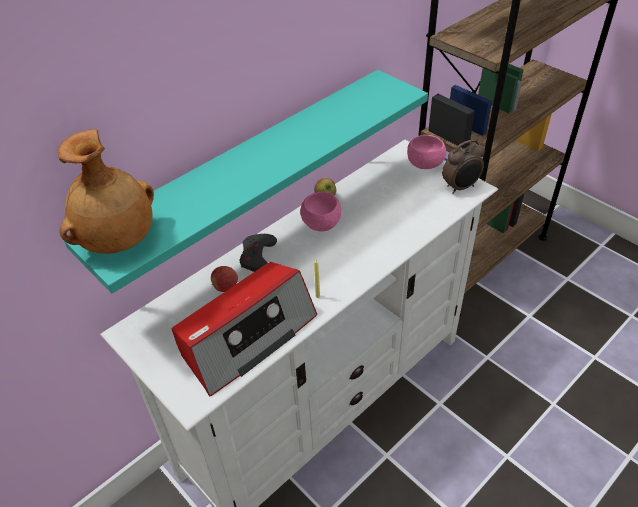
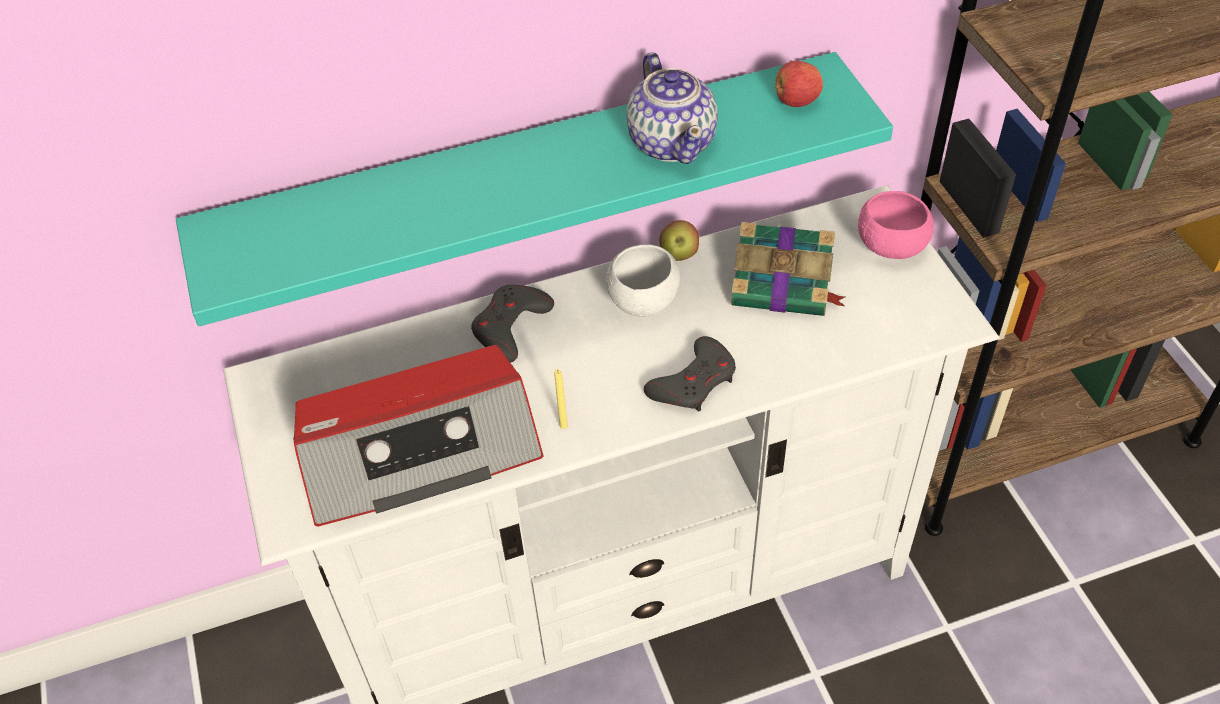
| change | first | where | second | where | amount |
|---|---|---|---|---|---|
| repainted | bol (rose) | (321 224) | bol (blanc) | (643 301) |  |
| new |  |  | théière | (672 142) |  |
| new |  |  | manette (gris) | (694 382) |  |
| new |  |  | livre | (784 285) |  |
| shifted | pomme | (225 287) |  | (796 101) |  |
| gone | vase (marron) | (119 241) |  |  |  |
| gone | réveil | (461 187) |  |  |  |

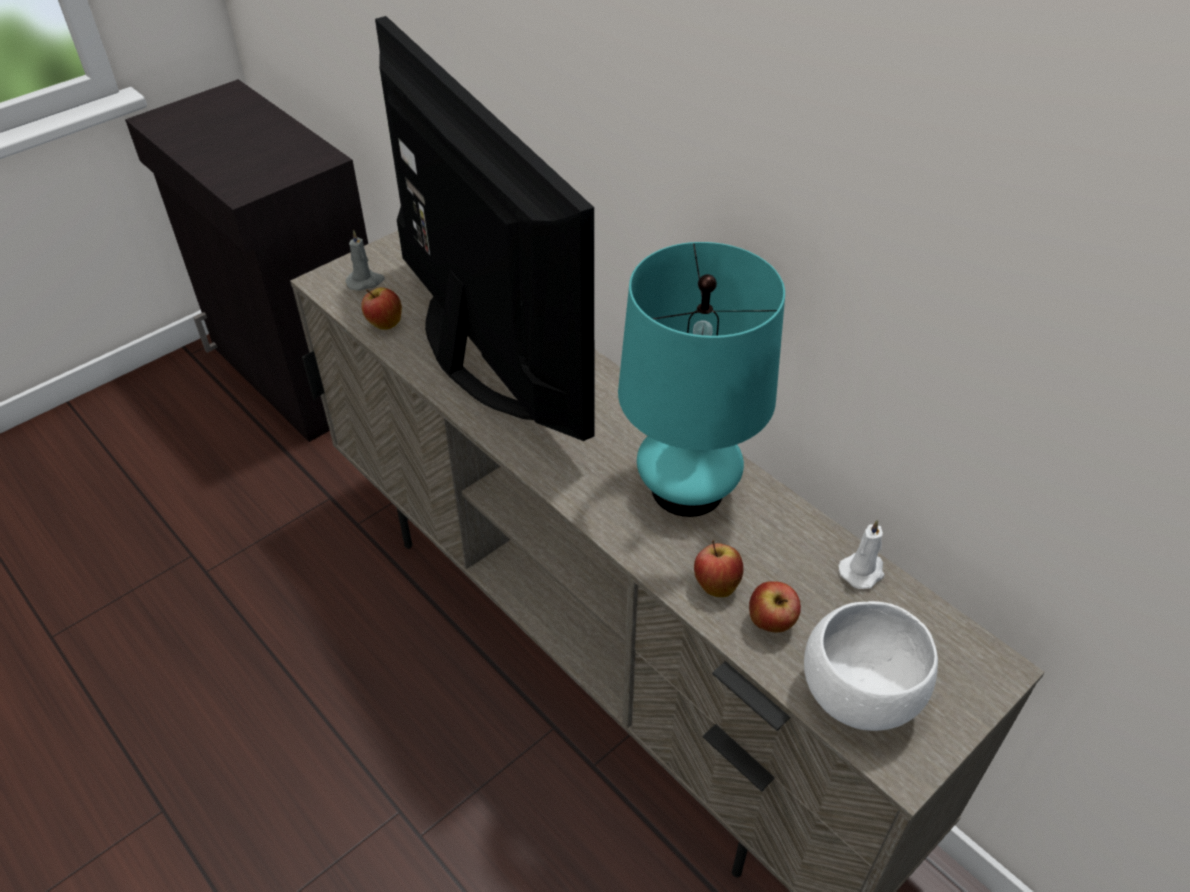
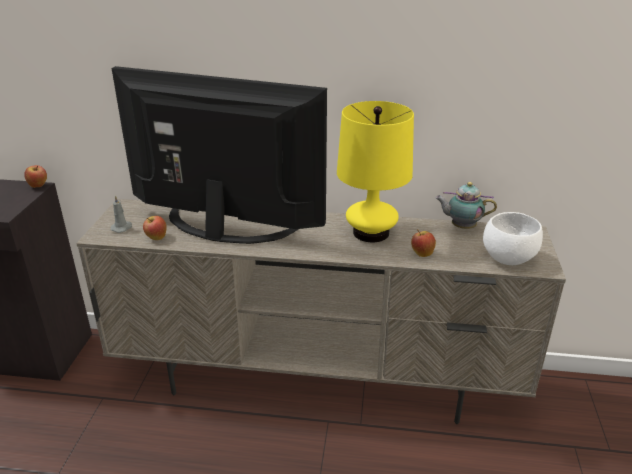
| change | first | where | second | where | amount |
|---|---|---|---|---|---|
| shifted | pomme | (771 623) |  | (38 186) |  |
| repainted | lampe de table (turquoise) | (687 489) | lampe de table (jaune) | (371 233) |  |
| swapped | bougie (blanc) | (863 571) | théière | (461 227) |  |

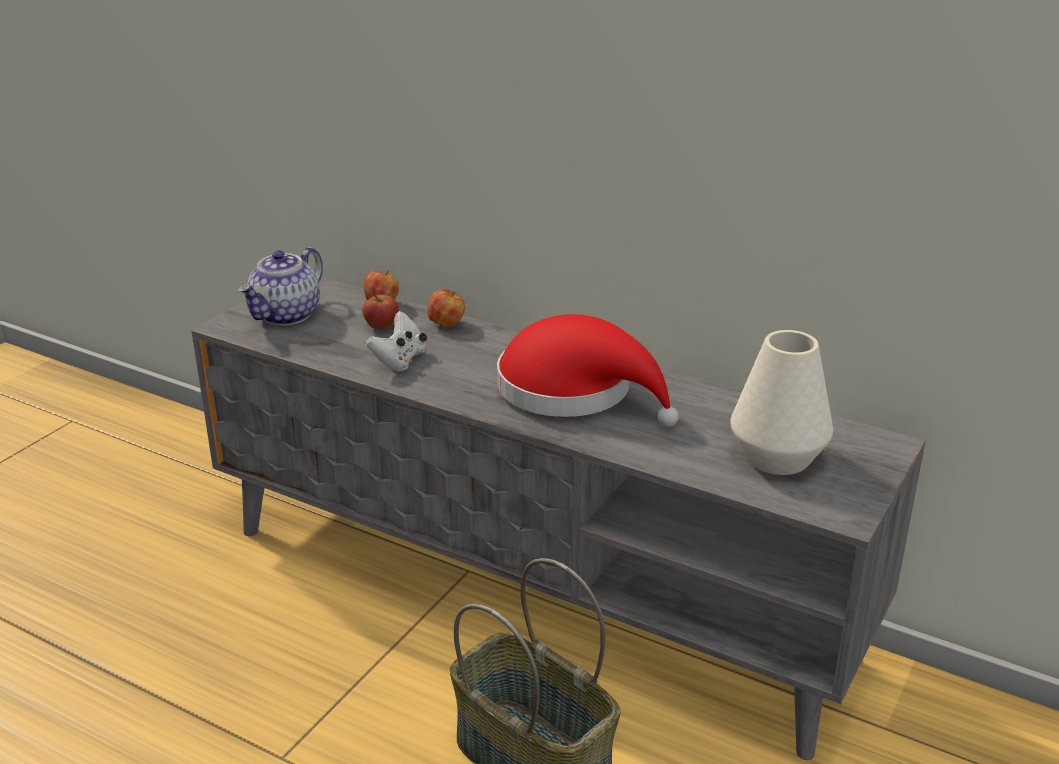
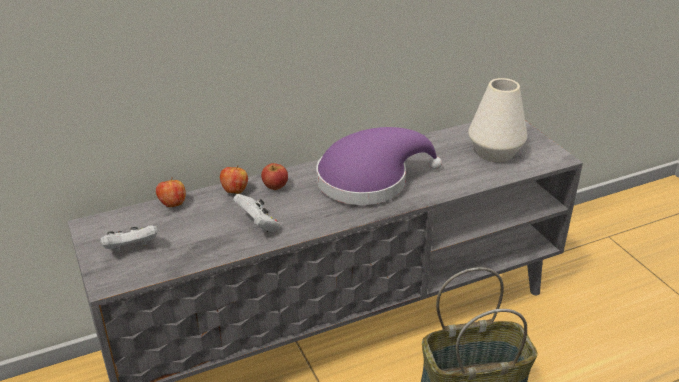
| change | first | where | second | where | amount |
|---|---|---|---|---|---|
| swapped | théière | (286 315) | manette (blanc) | (131 249) |  |
| shifted | pomme | (381 327) |  | (275 186) |  |
| repainted | chapeau (rouge) | (575 391) | chapeau (violet) | (369 180) |  |

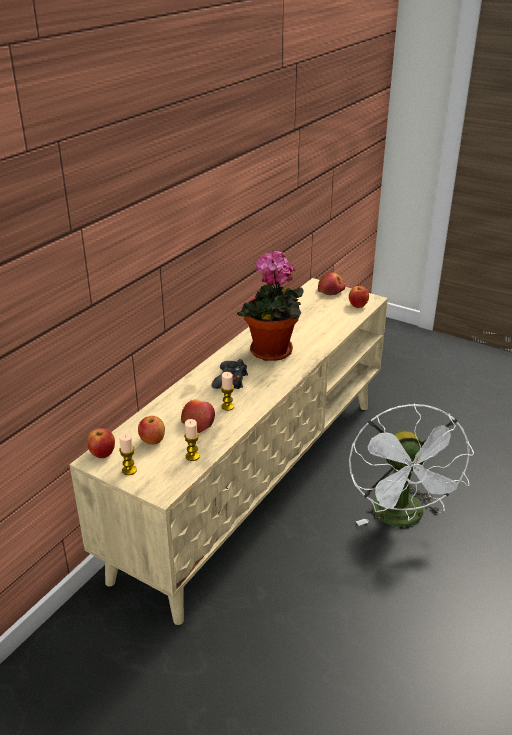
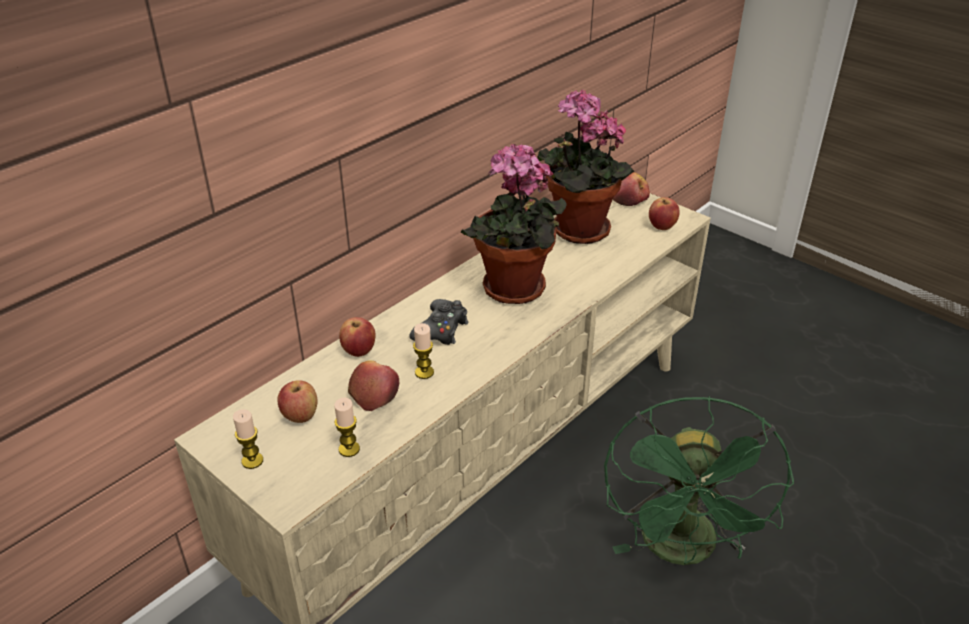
| change | first | where | second | where | amount |
|---|---|---|---|---|---|
| shifted | pomme | (102 454) |  | (359 351) |  |
| new |  |  | plante en pot | (576 231) |  |
| repainted | ventilateur (blanc) | (402 518) | ventilateur (vert) | (682 551) |  |

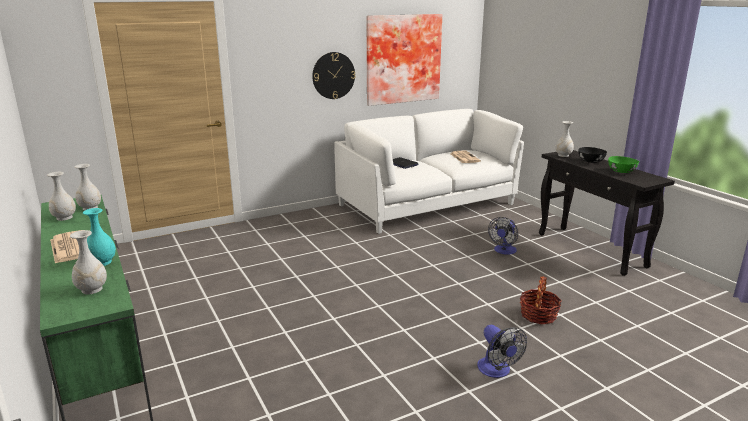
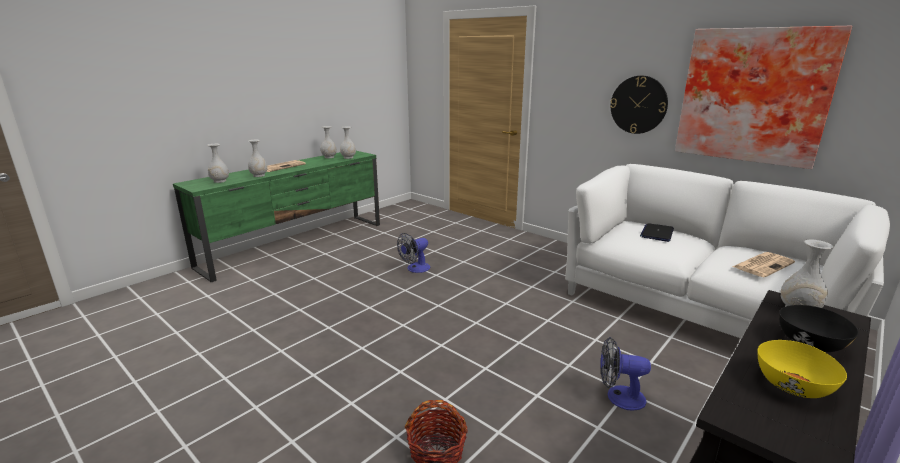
| change | first | where | second | where | amount |
|---|---|---|---|---|---|
| repainted | vase (turquoise) | (102 262) | vase (blanc) | (259 175) |  |
| shifted | ventilateur | (497 371) |  | (415 269) |  |
| repainted | bol (vert) | (621 171) | bol (jaune) | (792 385) |  |

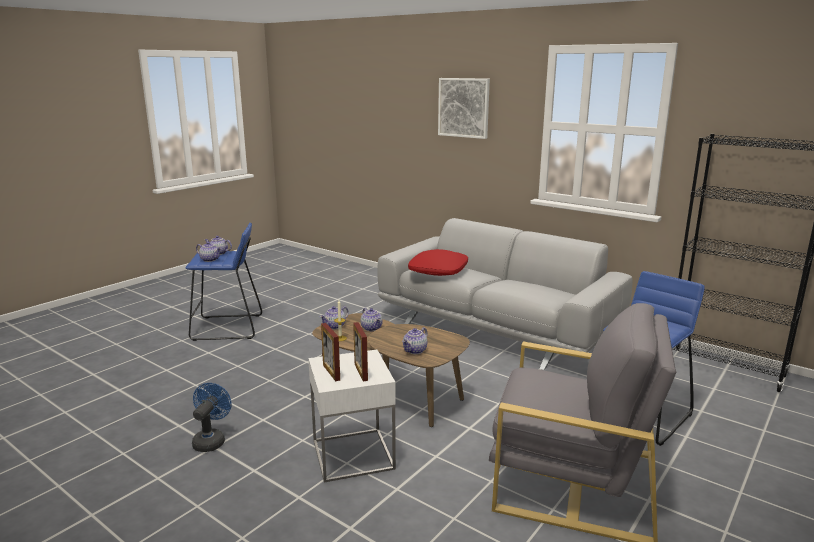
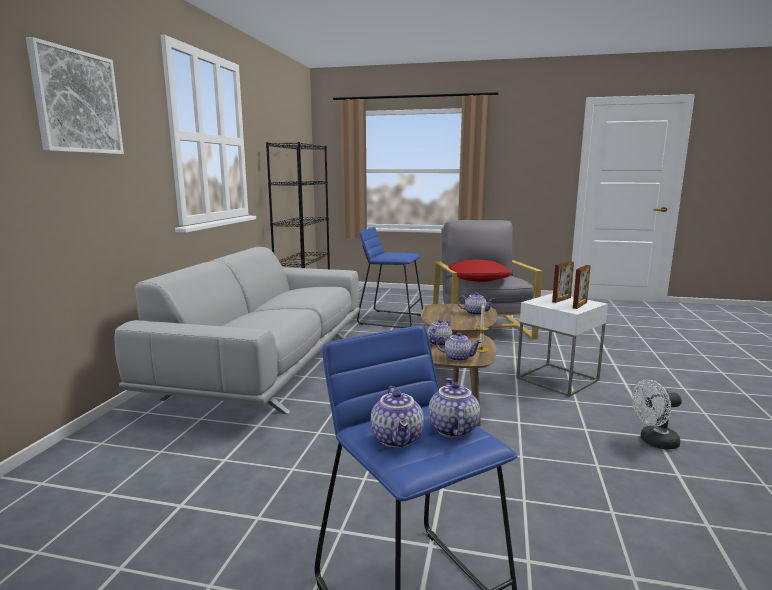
| change | first | where | second | where | amount |
|---|---|---|---|---|---|
| shifted | coussin (rouge) | (438 270) |  | (478 278) |  |
| repainted | ventilateur (bleu) | (211 440) | ventilateur (blanc) | (654 442) |  |

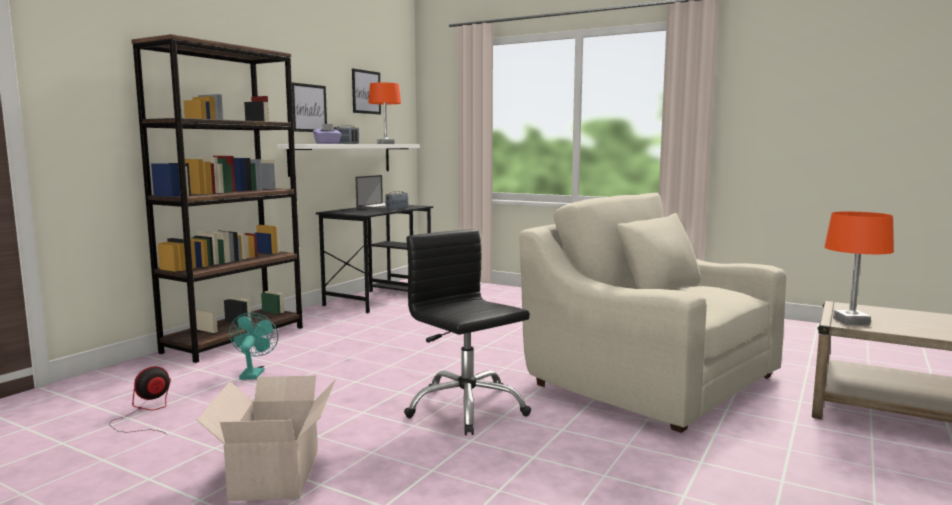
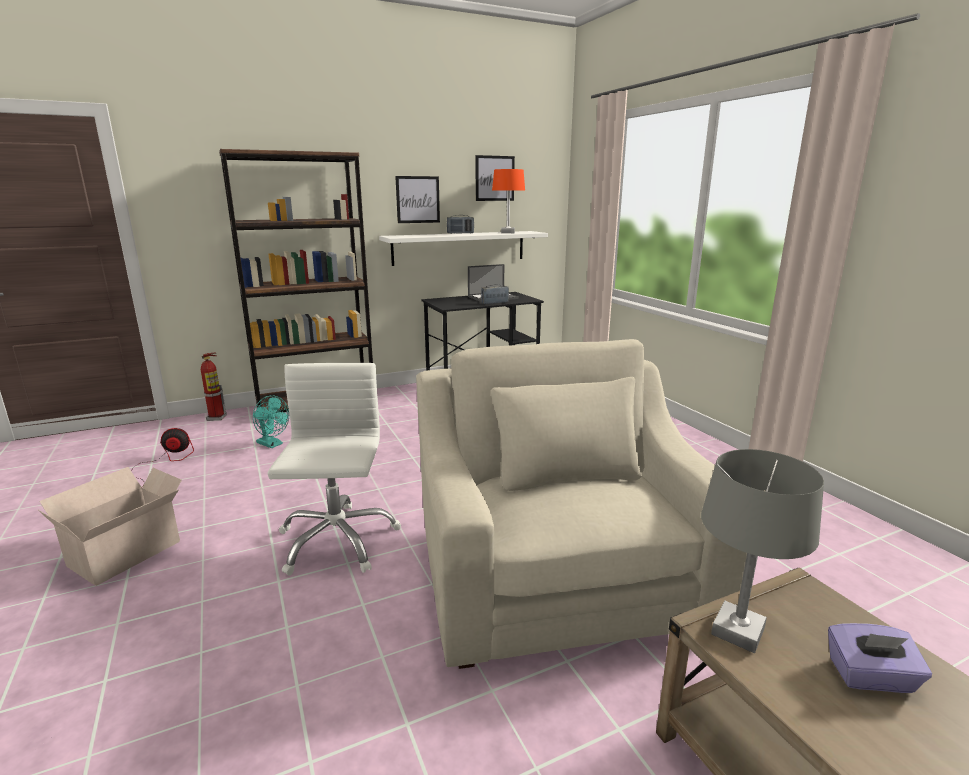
| change | first | where | second | where | amount |
|---|---|---|---|---|---|
| new |  |  | extincteur | (217 418) |  |
| rotated | ventilateur (turquoise) | (253 373) |  | (272 444) | 90 degrees clockwise |
| repainted | chaise de bureau (noir) | (466 408) | chaise de bureau (blanc) | (337 540) |  |
| repainted | lampe de table (orange) | (850 321) | lampe de table (gris) | (737 631) |  |
| shifted | boîte à mouchoirs (violet) | (327 143) |  | (870 677) |  |

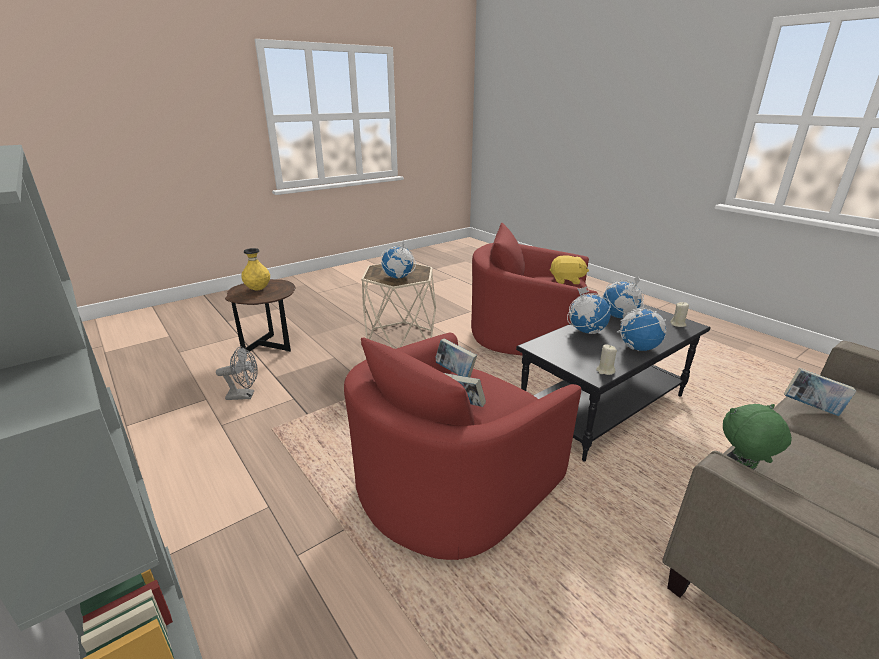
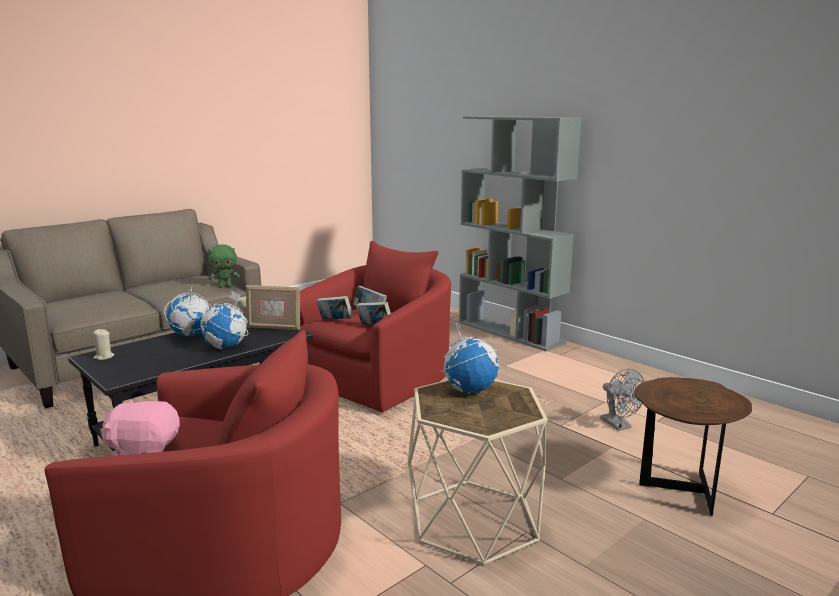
| change | first | where | second | where | amount |
|---|---|---|---|---|---|
| repainted | peluche (jaune) | (566 280) | peluche (rose) | (144 450) |  |
| new |  |  | cadre photo | (274 328) |  |
| shifted | livre | (812 408) |  | (335 321) |  |
| rotated | ventilateur (gris) | (245 395) |  | (619 425) | 105 degrees counterclockwise |
| gone | vase (jaune) | (258 289) |  |  |  |
| gone | globe | (619 317) |  |  |  |

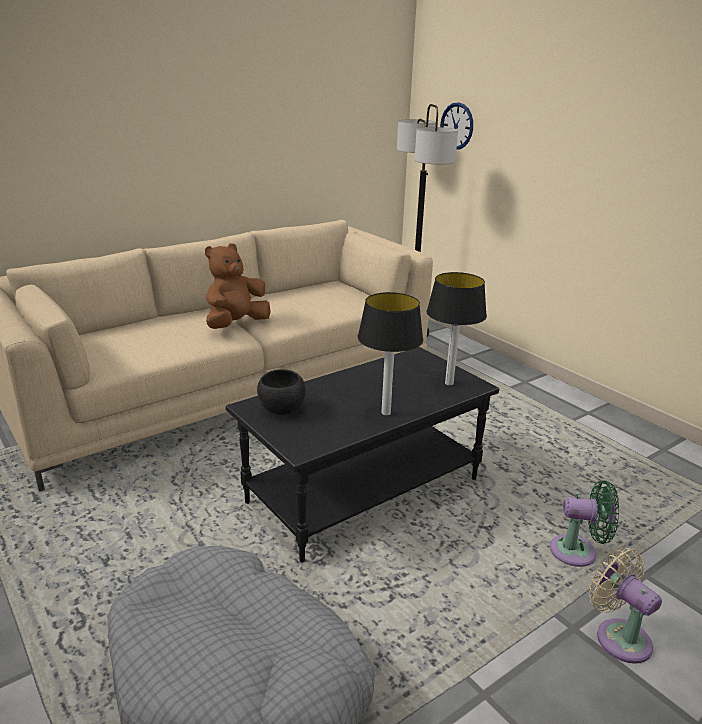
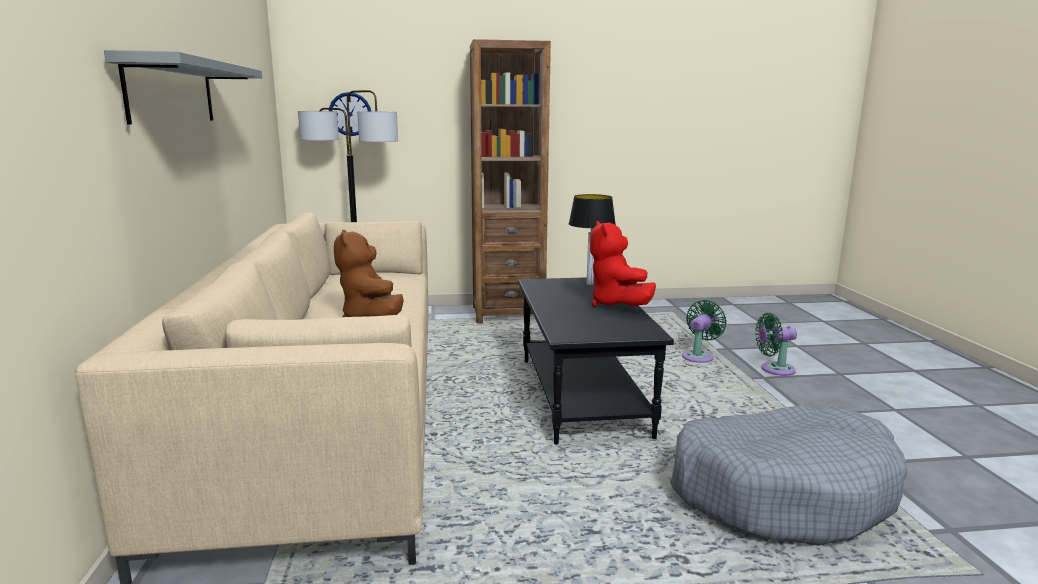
| change | first | where | second | where | amount |
|---|---|---|---|---|---|
| new |  |  | étagère (gris) | (172 92) |  |
| new |  |  | bibliothèque (marron) | (508 313) |  |
| swapped | lampe de table | (385 412) | peluche (rouge) | (617 304) |  |
| repainted | ventilateur (beige) | (618 636) | ventilateur (vert) | (774 369) |  |
| gone | bol (noir) | (281 410) |  |  |  |

